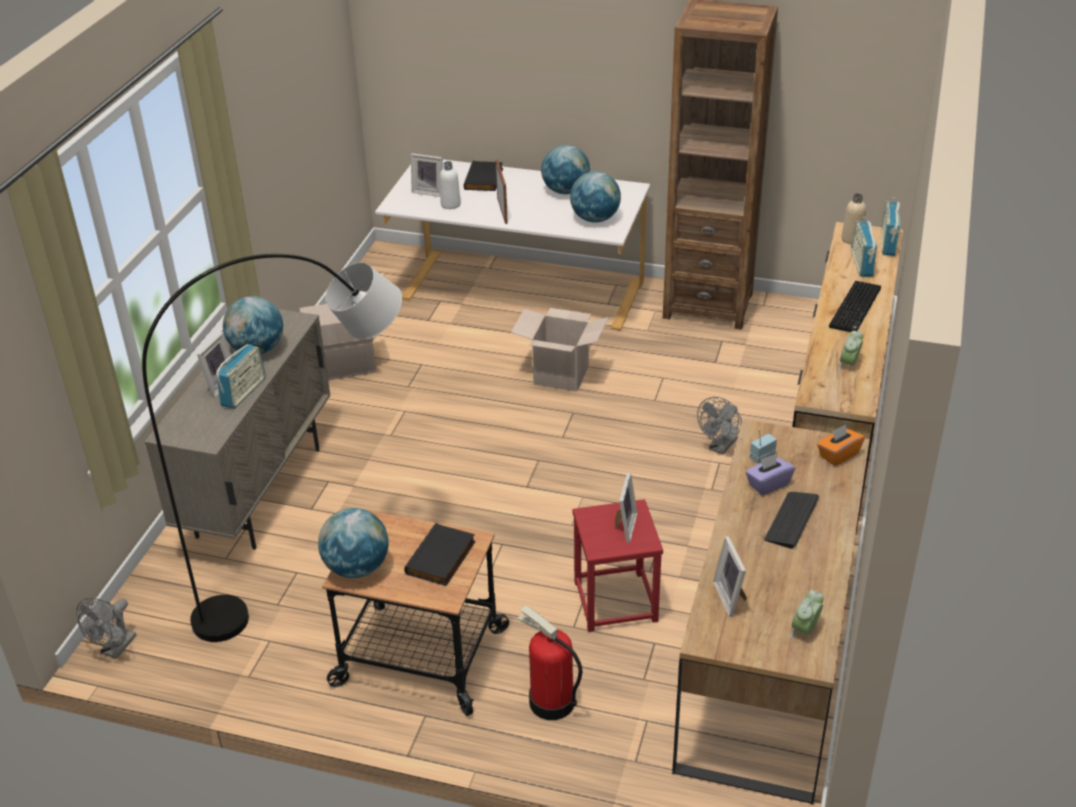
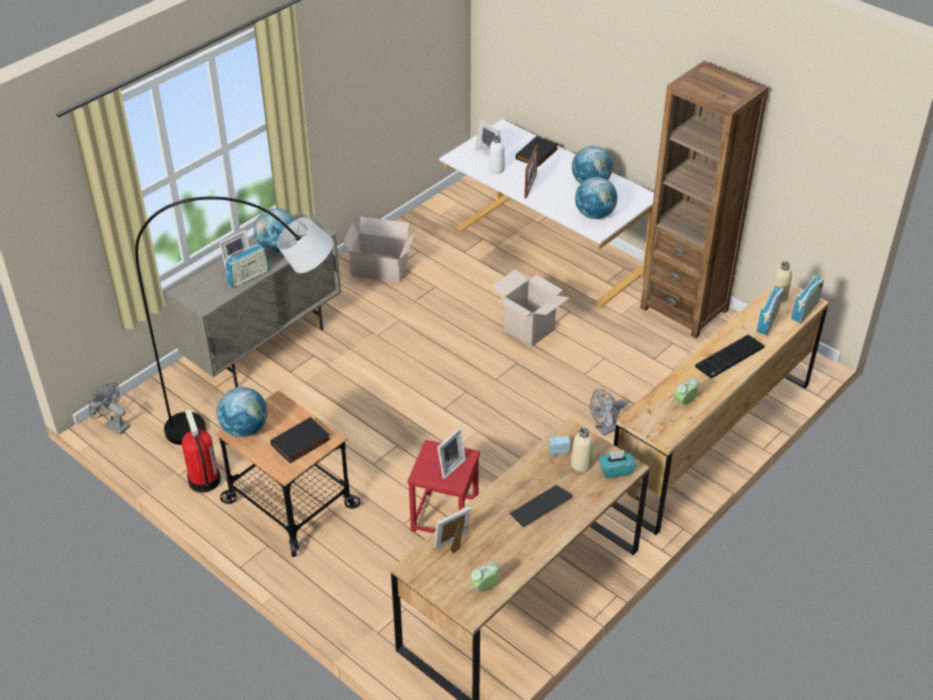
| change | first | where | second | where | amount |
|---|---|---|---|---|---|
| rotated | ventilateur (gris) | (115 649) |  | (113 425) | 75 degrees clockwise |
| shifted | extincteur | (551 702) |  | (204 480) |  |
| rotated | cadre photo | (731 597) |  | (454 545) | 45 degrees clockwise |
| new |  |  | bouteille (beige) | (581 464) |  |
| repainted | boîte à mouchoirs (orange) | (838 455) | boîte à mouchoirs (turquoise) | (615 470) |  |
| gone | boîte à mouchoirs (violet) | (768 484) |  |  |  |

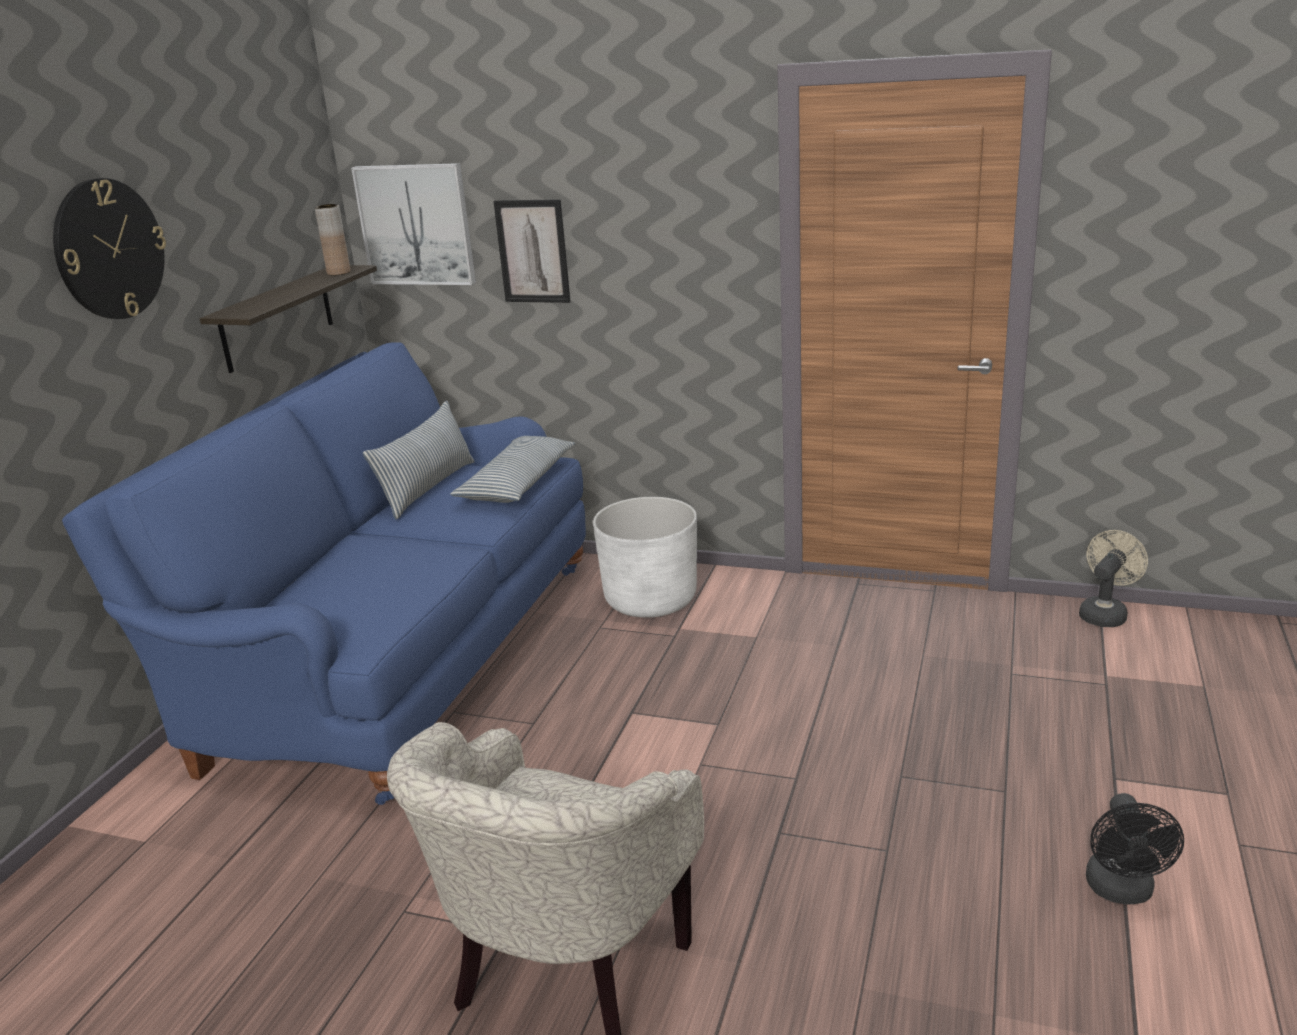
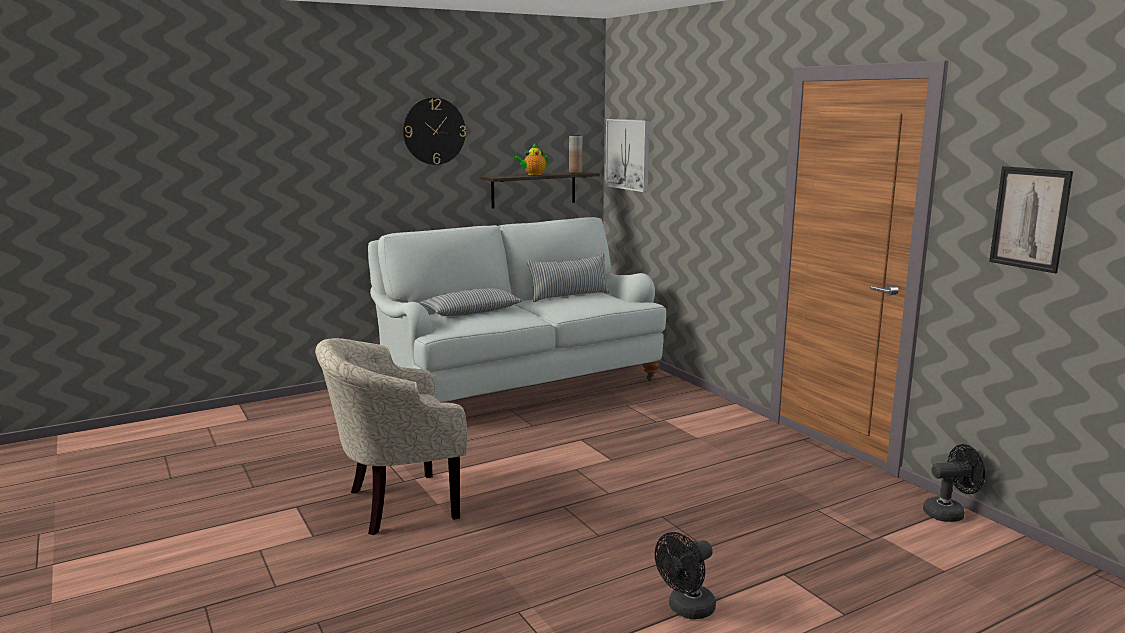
| change | first | where | second | where | amount |
|---|---|---|---|---|---|
| repainted | canapé (bleu) | (395 659) | canapé (blanc) | (519 383) |  |
| shifted | coussin | (518 483) |  | (472 312) |  |
| new |  |  | théière | (533 174) |  |
| repainted | ventilateur (beige) | (1105 613) | ventilateur (noir) | (949 513) |  |
| shifted | tableau | (532 251) |  | (1030 218) |  |
| gone | cache-pot (blanc) | (650 599) |  |  |  |

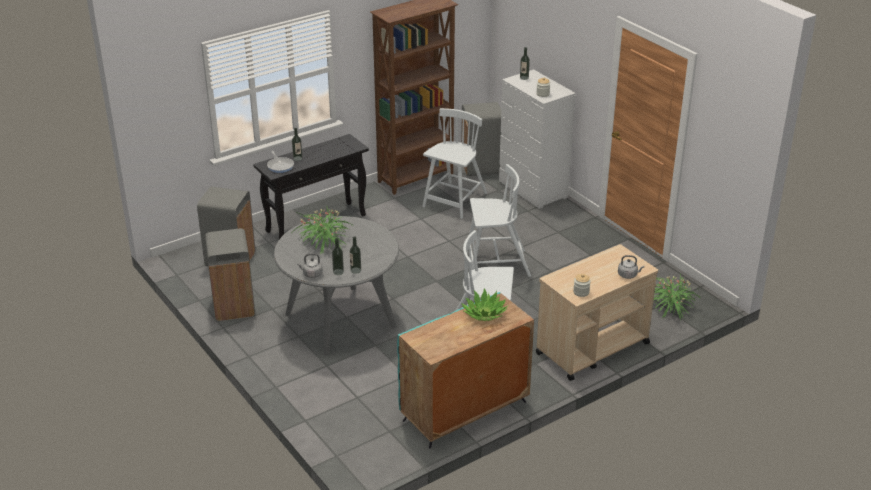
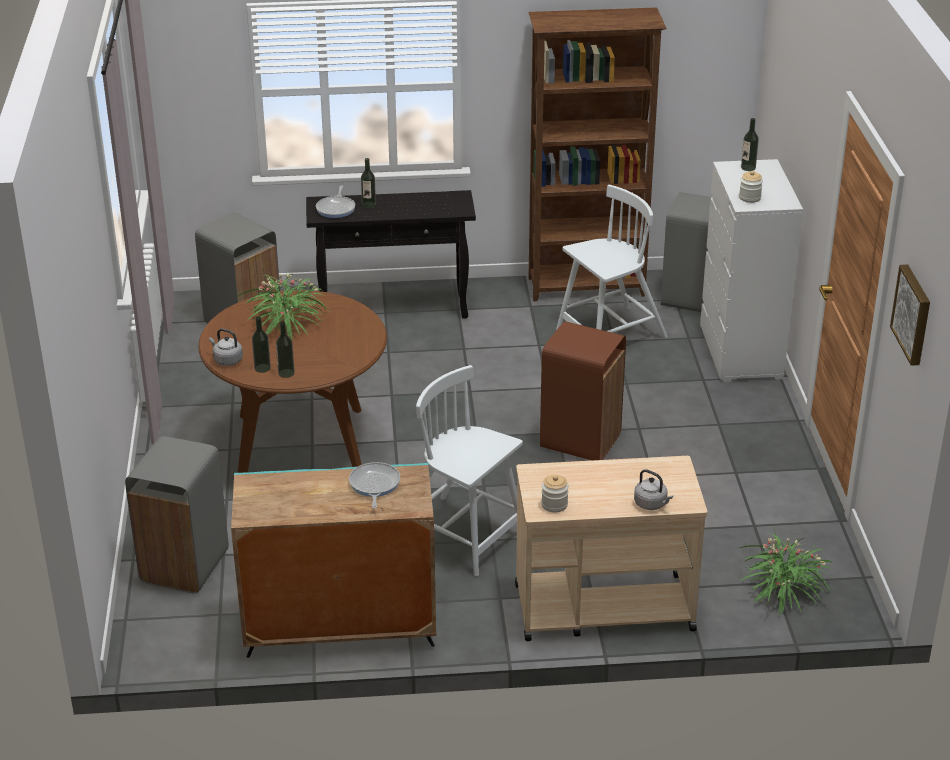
| change | first | where | second | where | amount |
|---|---|---|---|---|---|
| shifted | poubelle (gris) | (233 307) |  | (183 566) |  |
| repainted | table à manger (gris) | (340 320) | table à manger (marron) | (300 446) |  |
| swapped | plante en pot | (484 314) | poêle | (374 485) |  |
| swapped | chaise (blanc) | (496 265) | poubelle (marron) | (580 441) |  |
| new |  |  | tableau | (913 314) |  |

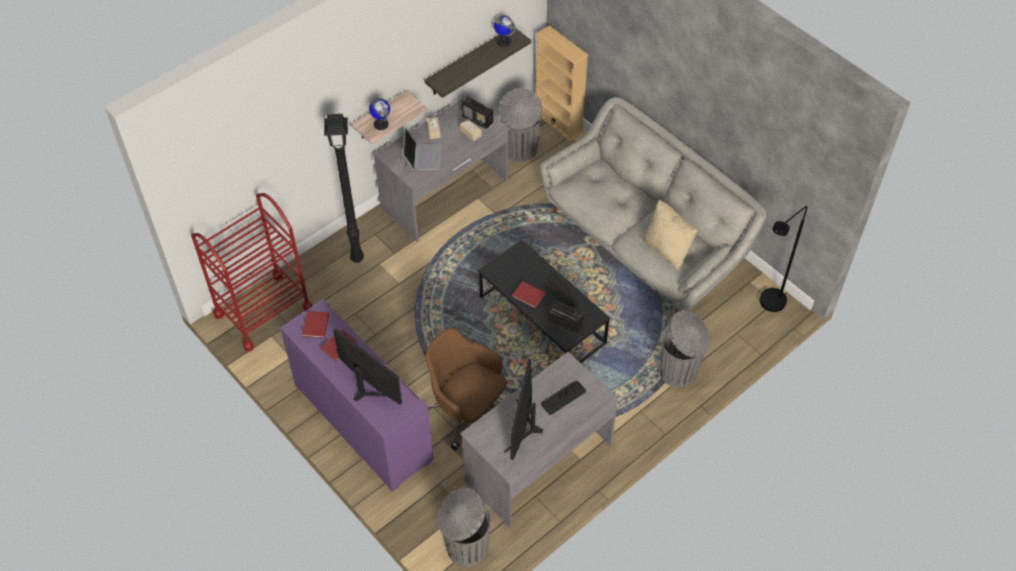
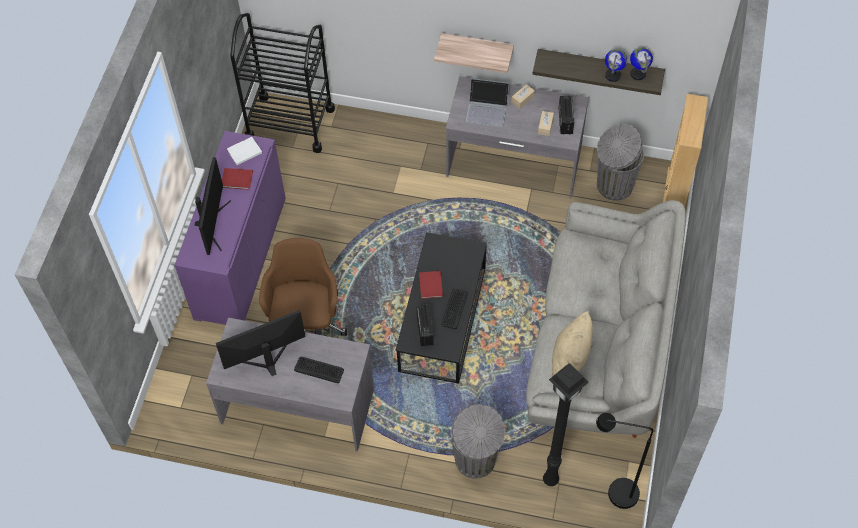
| change | first | where | second | where | amount |
|---|---|---|---|---|---|
| repainted | livre (rouge) | (315 326) | livre (blanc) | (243 152) |  |
| repainted | chariot (rouge) | (263 311) | chariot (noir) | (290 123) |  |
| rotated | ordinateur portable | (421 156) |  | (487 109) | 45 degrees clockwise |
| shifted | lampadaire (noir) | (356 258) |  | (550 478) |  |
| shifted | globe | (381 124) |  | (613 75) |  |
| gone | poubelle (gris) | (465 547) |  |  |  |

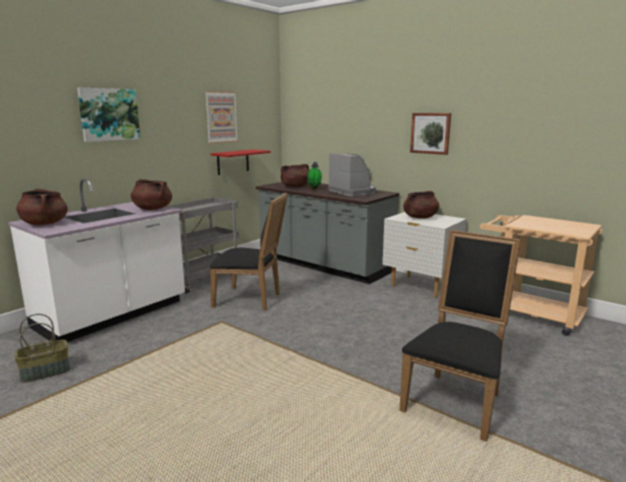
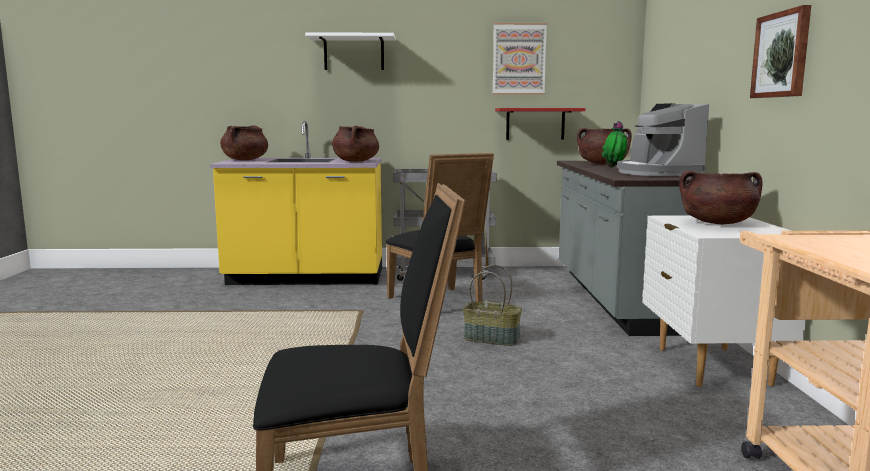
| change | first | where | second | where | amount |
|---|---|---|---|---|---|
| repainted | comptoir de cuisine (blanc) | (112 315) | comptoir de cuisine (jaune) | (306 278) |  |
| swapped | tableau | (109 114) | étagère (blanc) | (354 53) |  |
| shifted | panier | (46 372) |  | (492 338) |  |
| rotated | machine à café | (353 192) |  | (656 173) | 150 degrees clockwise |

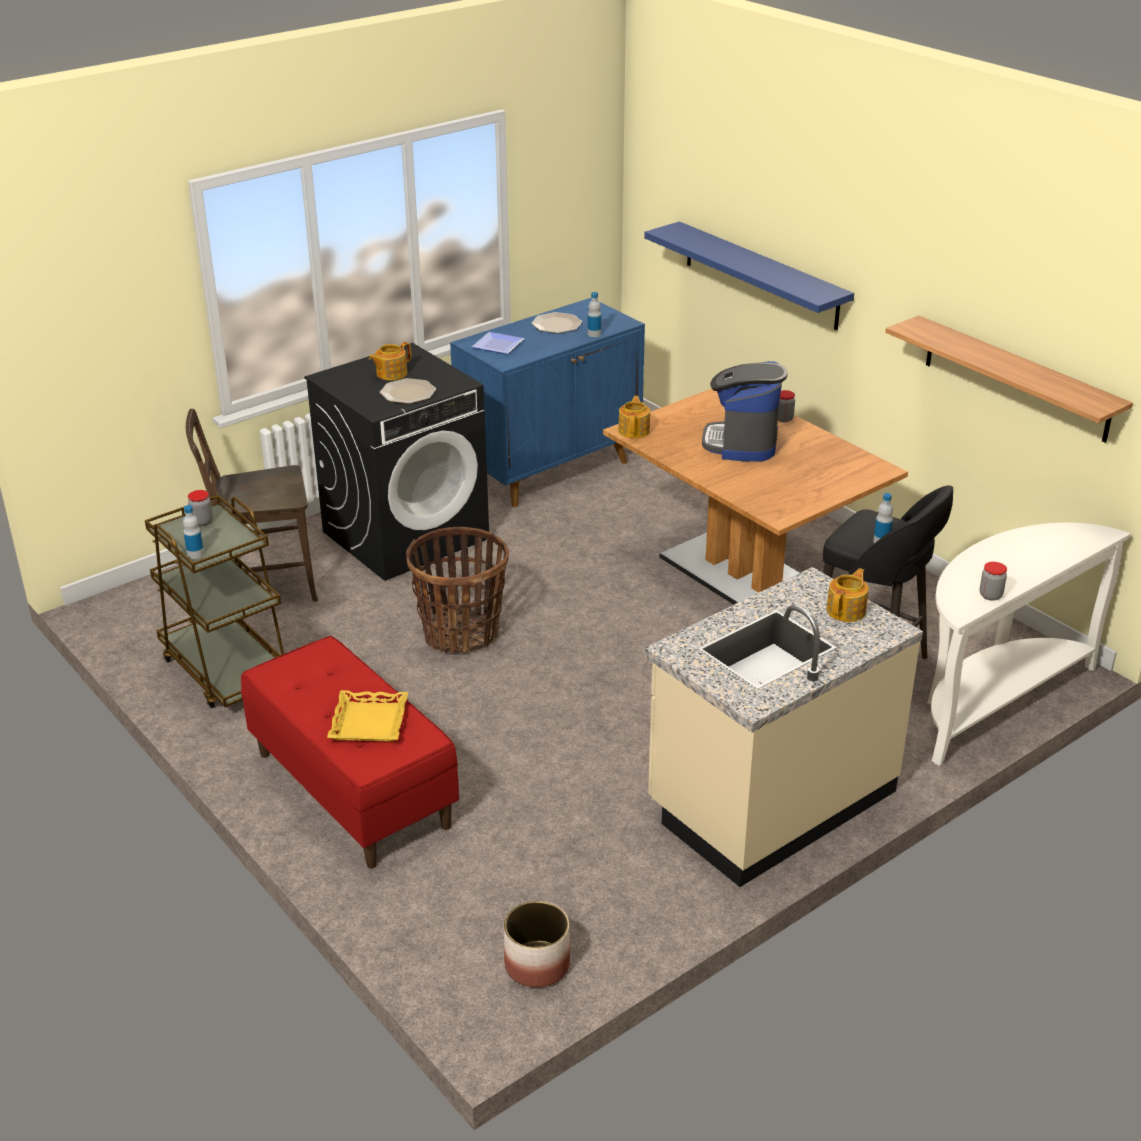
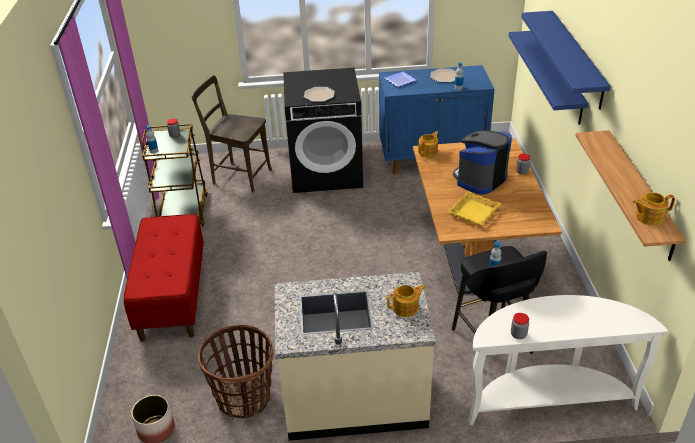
| change | first | where | second | where | amount |
|---|---|---|---|---|---|
| shifted | panier | (461 634) |  | (244 398) |  |
| shifted | plateau (jaune) | (370 722) |  | (474 212) |  |
| new |  |  | étagère (bleu) | (576 58) |  |
| shifted | théière | (391 374) |  | (649 217) |  |

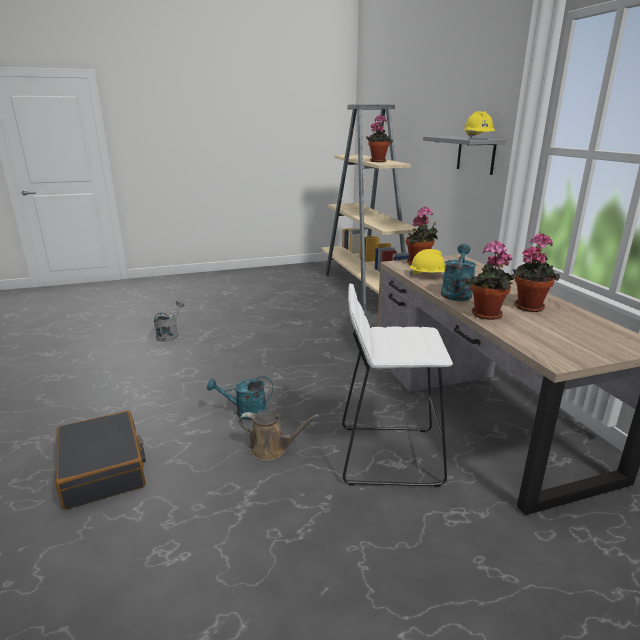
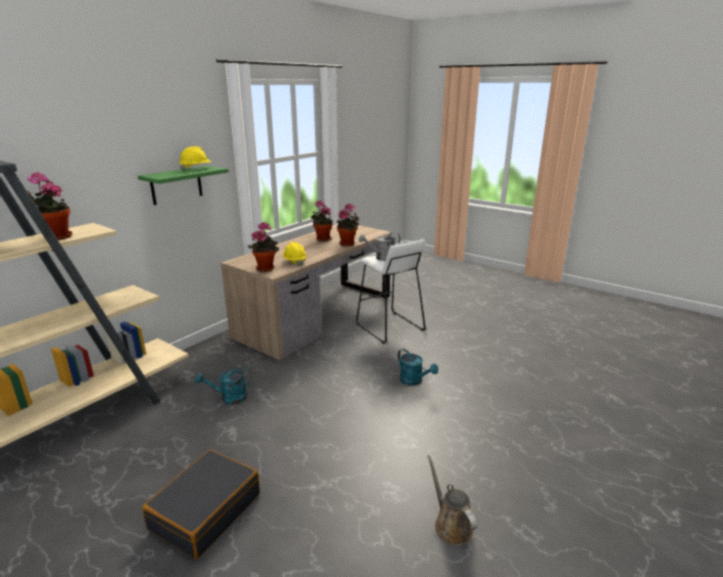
| change | first | where | second | where | amount |
|---|---|---|---|---|---|
| repainted | étagère (gris) | (476 154) | étagère (vert) | (176 185) |  |
| shifted | valise (noir) | (103 469) |  | (205 511) |  |
| shifted | arrosoir (turquoise) | (456 293) |  | (229 398) |  |
| shifted | arrosoir (gris) | (169 335) |  | (381 258) |  |
| shifted | arrosoir (marron) | (272 449) |  | (450 525) |  |

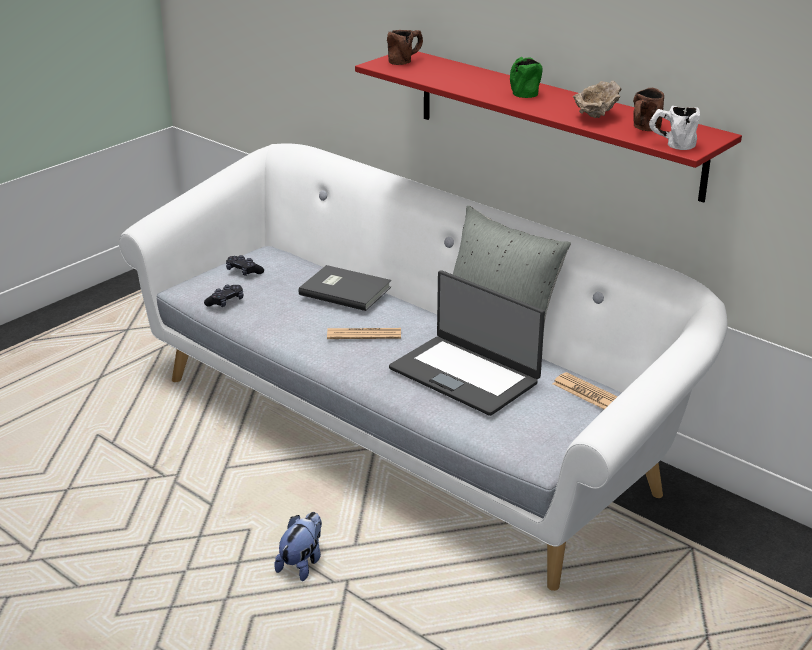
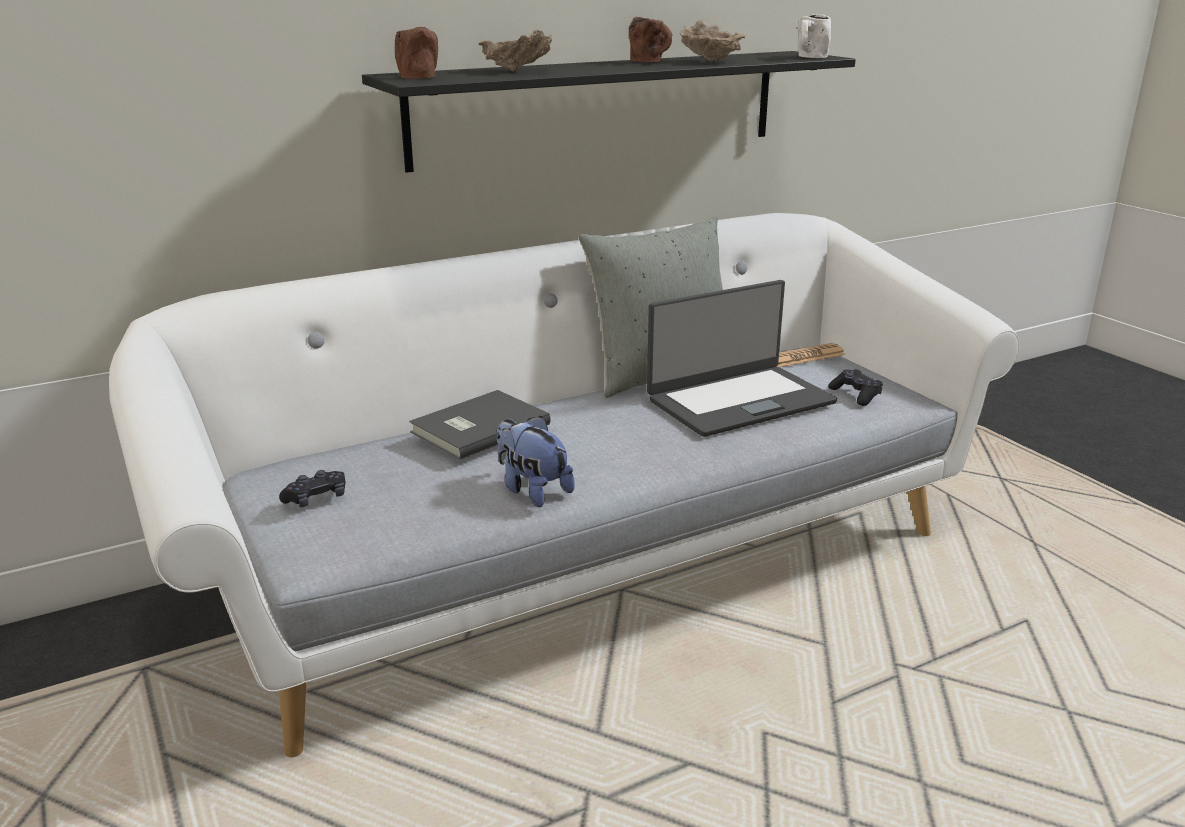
| change | first | where | second | where | amount |
|---|---|---|---|---|---|
| repainted | étagère (rouge) | (555 122) | étagère (noir) | (600 107) |  |
| new |  |  | bol (beige) | (517 71) |  |
| shifted | peluche | (302 563) |  | (532 490) |  |
| shifted | mug (marron) | (643 129) |  | (652 62) |  |
| shifted | manette (noir) | (225 302) |  | (855 395) |  |
| gone | journal | (364 334) |  |  |  |
| gone | mug (vert) | (522 91) |  |  |  |

